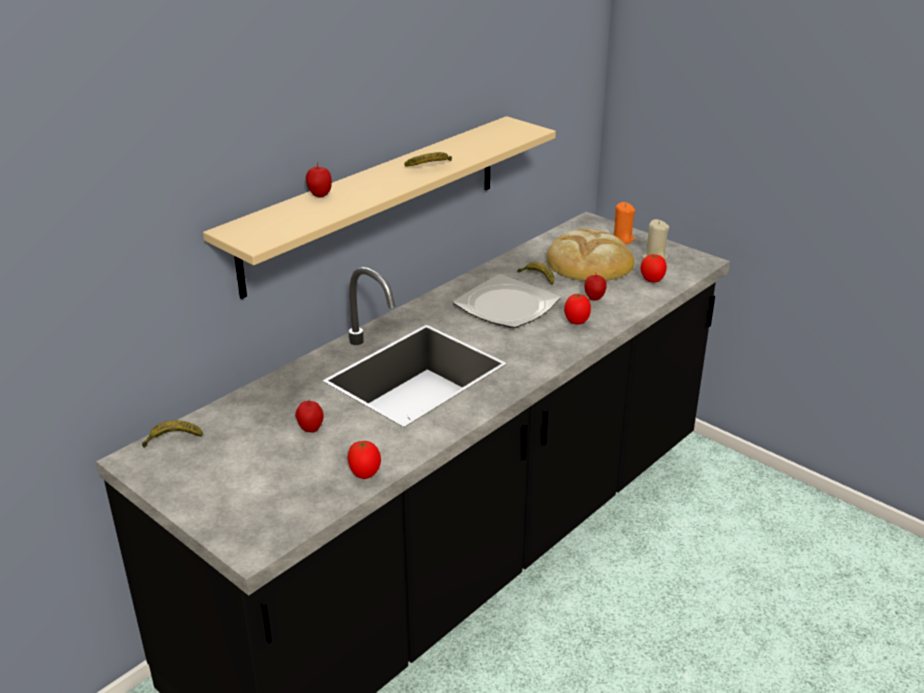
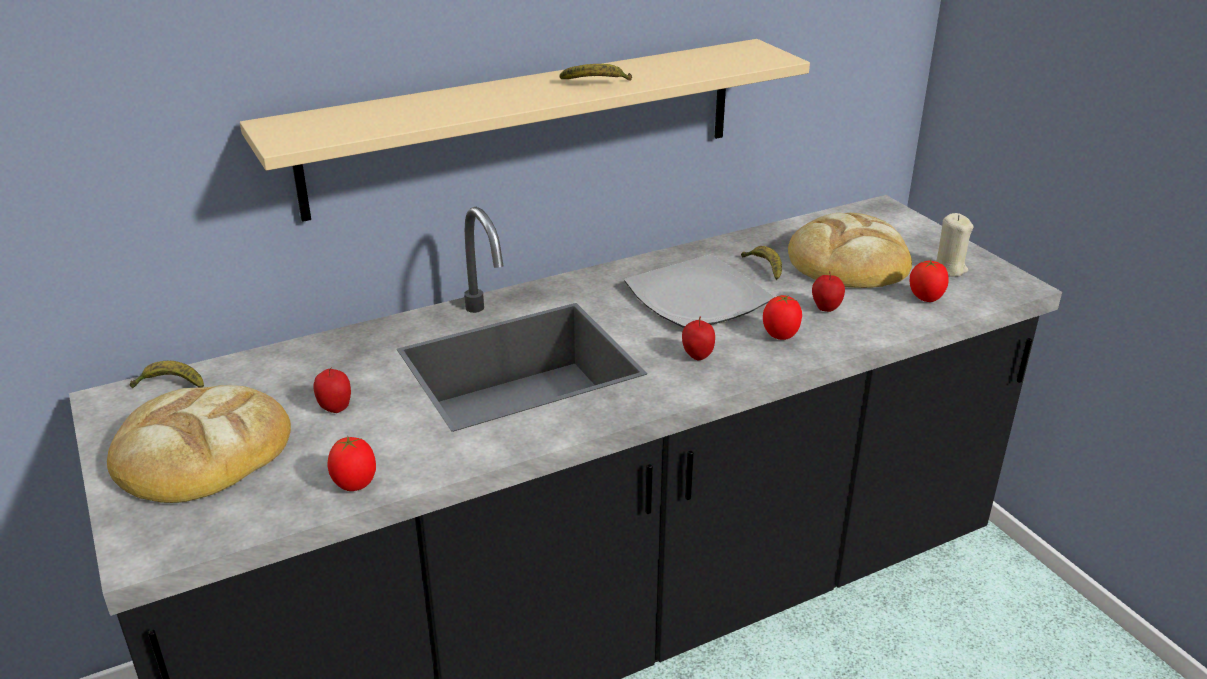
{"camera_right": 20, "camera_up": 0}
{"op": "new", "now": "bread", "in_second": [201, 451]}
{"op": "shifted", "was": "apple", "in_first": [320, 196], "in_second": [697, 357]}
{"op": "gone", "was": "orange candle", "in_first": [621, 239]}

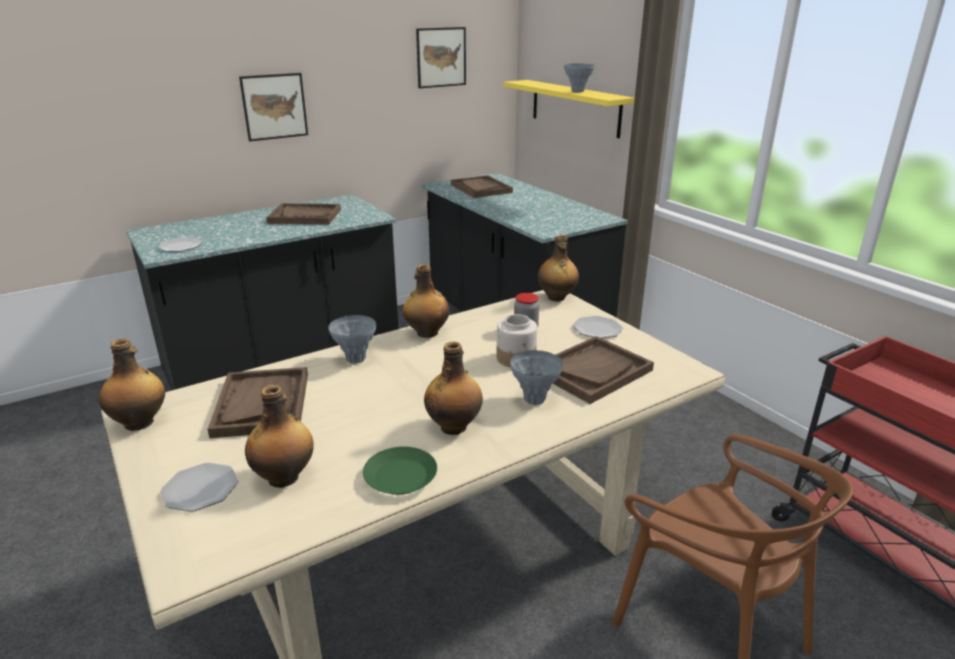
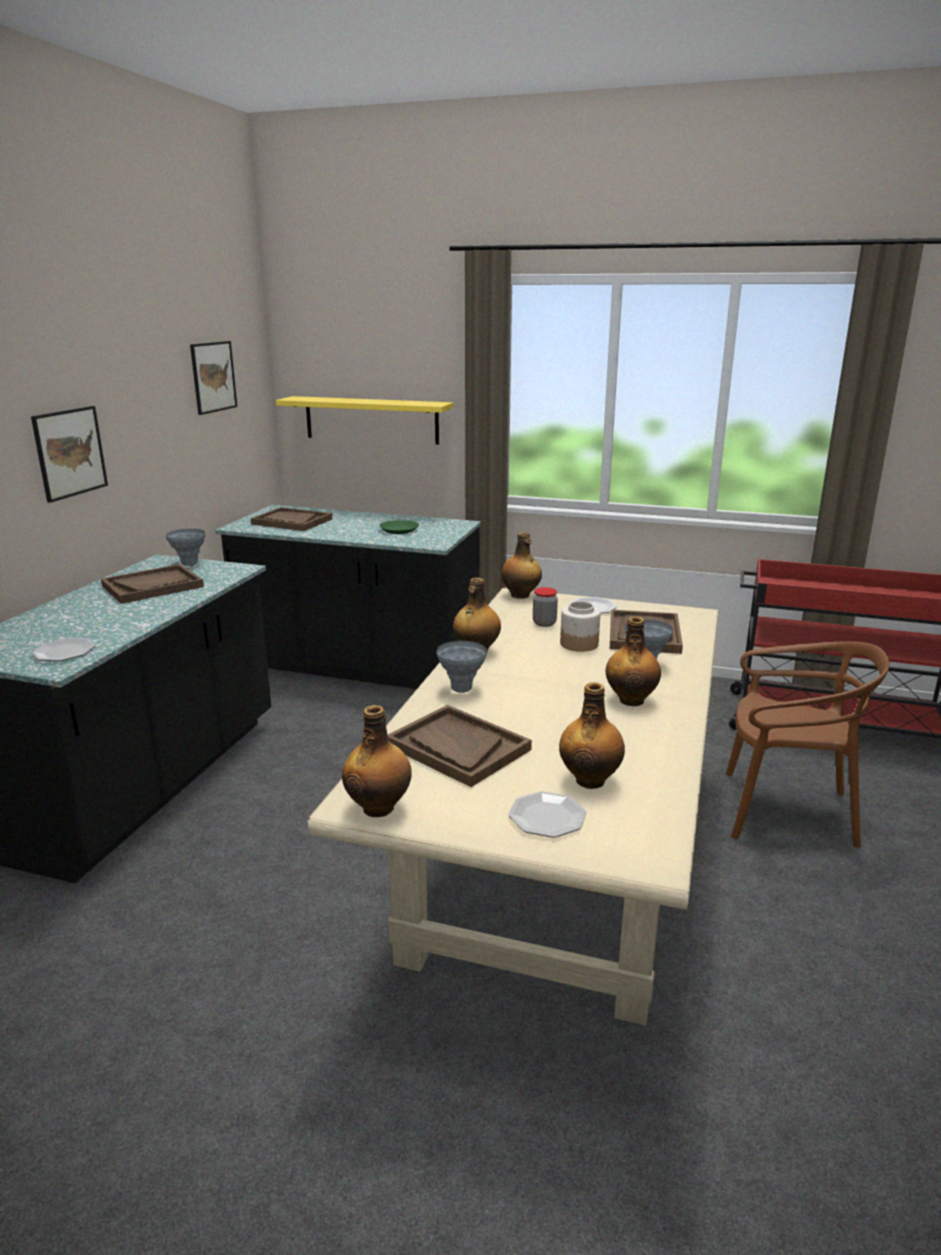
{"camera_right": -40, "camera_up": -5}
{"op": "shifted", "was": "grey vase", "in_first": [577, 91], "in_second": [189, 564]}
{"op": "shifted", "was": "green plate", "in_first": [400, 477], "in_second": [399, 530]}

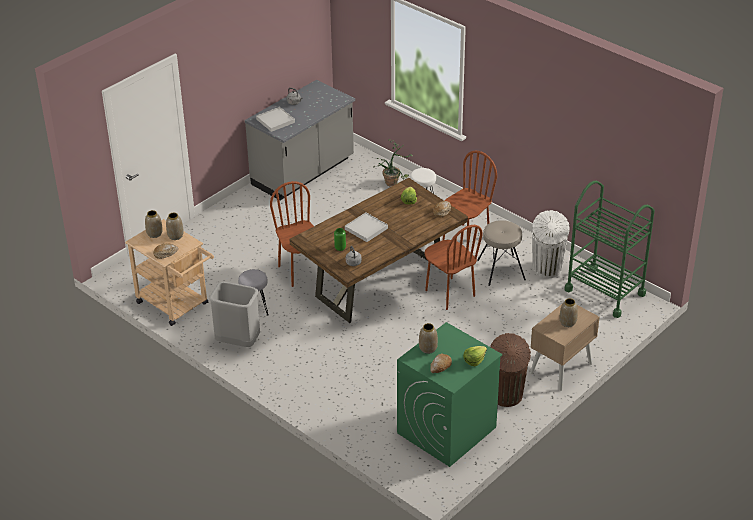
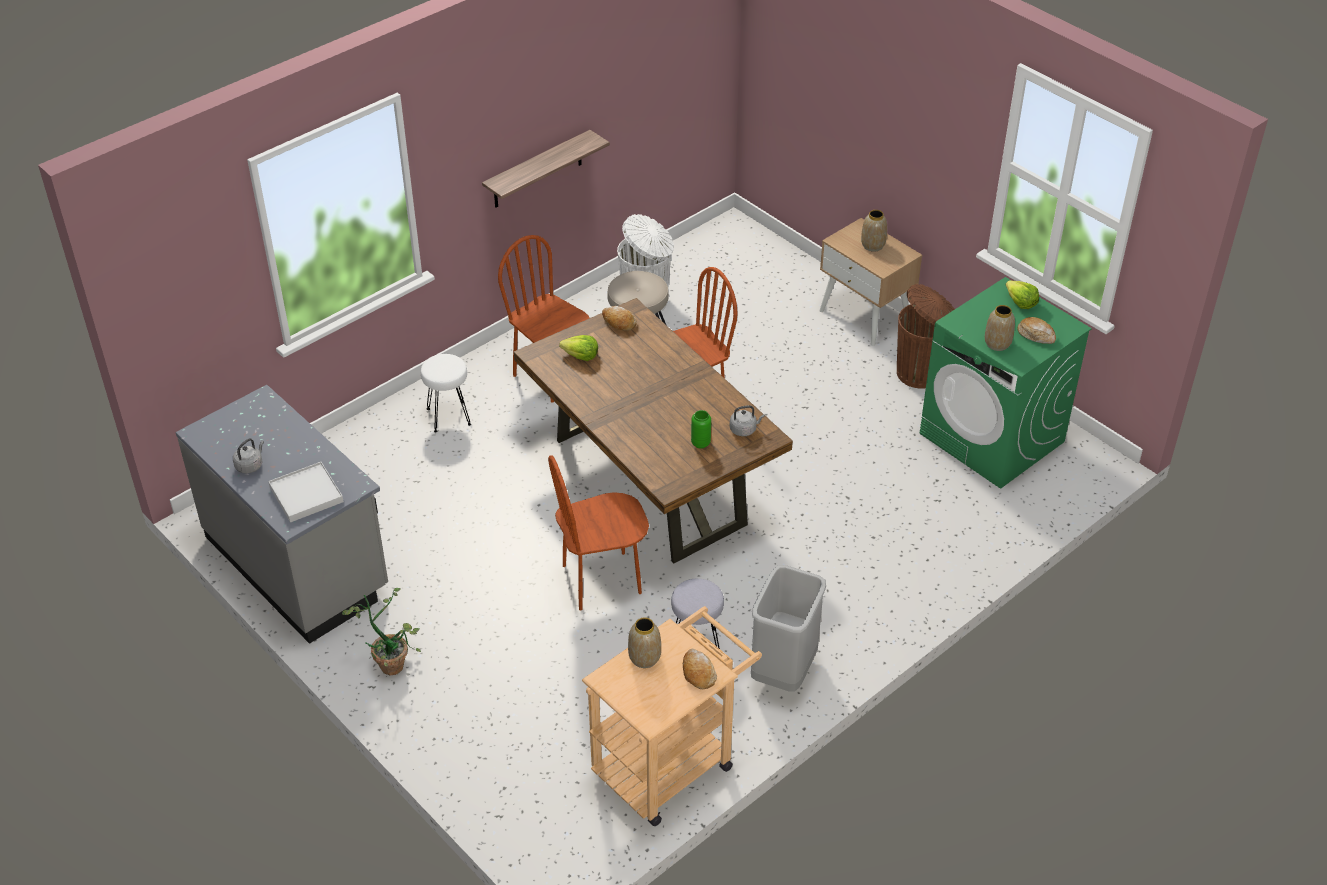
{"camera_right": -85, "camera_up": 5}
{"op": "shifted", "was": "potted plant", "in_first": [394, 182], "in_second": [391, 660]}
{"op": "new", "now": "shelf", "in_second": [537, 170]}
{"op": "gone", "was": "vase", "in_first": [154, 234]}
{"op": "gone", "was": "white tray", "in_first": [366, 229]}
{"op": "gone", "was": "green cart", "in_first": [605, 292]}

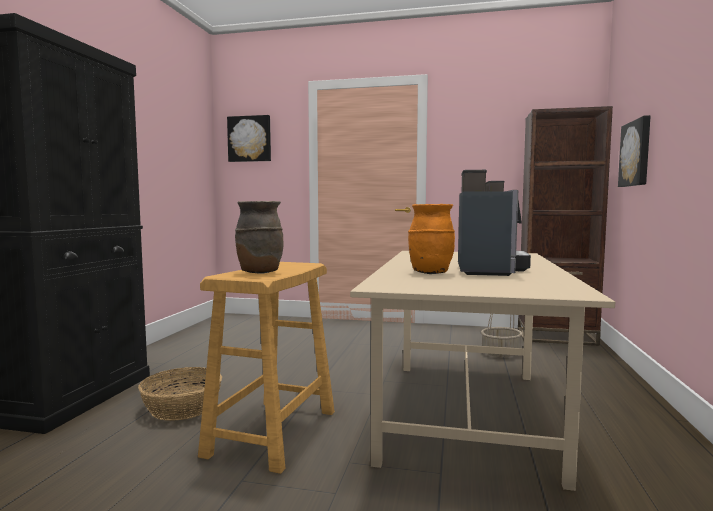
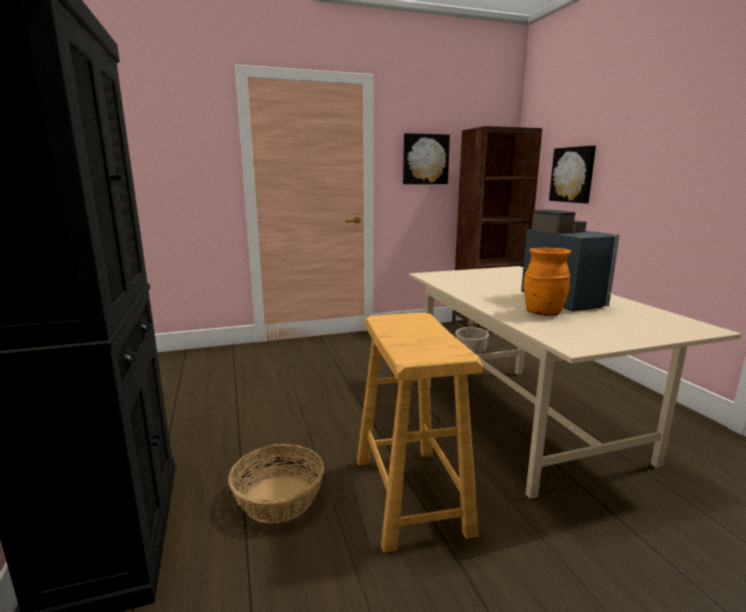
{"camera_right": -30, "camera_up": 10}
{"op": "shifted", "was": "picture", "in_first": [250, 139], "in_second": [425, 159]}
{"op": "gone", "was": "brown vase", "in_first": [259, 272]}

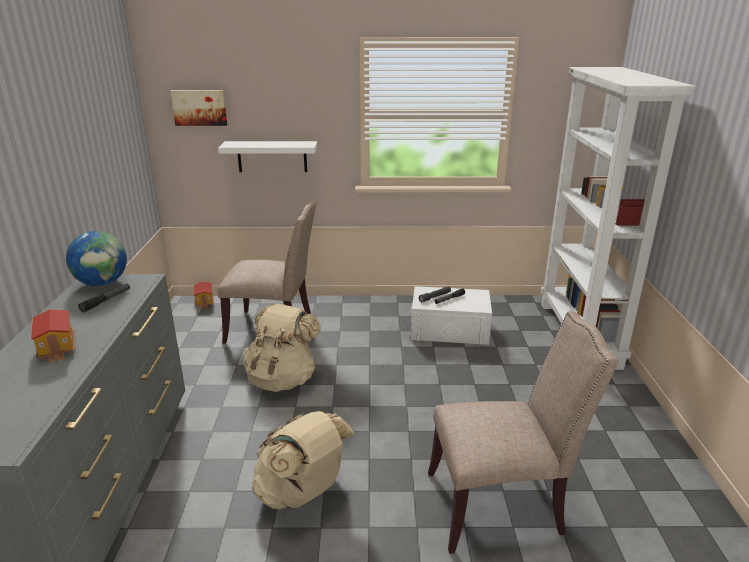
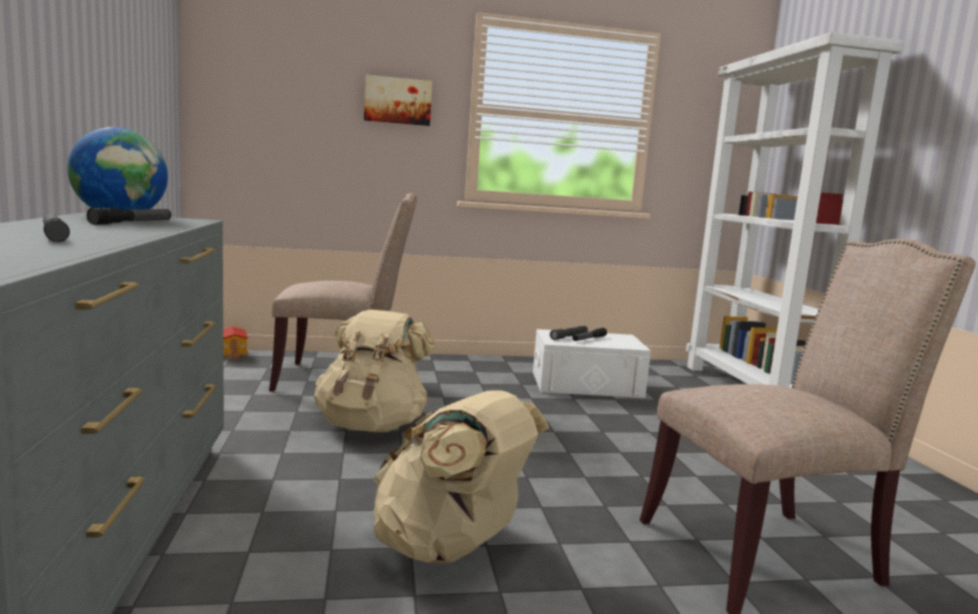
{"camera_right": -10, "camera_up": -15}
{"op": "swapped", "was": "toy house", "now": "flashlight", "in_first": [58, 348], "in_second": [54, 235]}
{"op": "shifted", "was": "picture", "in_first": [199, 107], "in_second": [397, 101]}
{"op": "gone", "was": "white shelf", "in_first": [272, 156]}

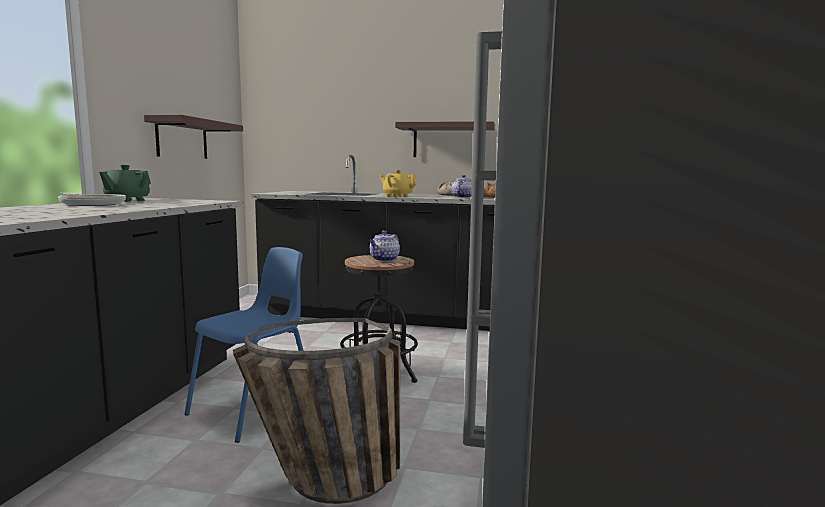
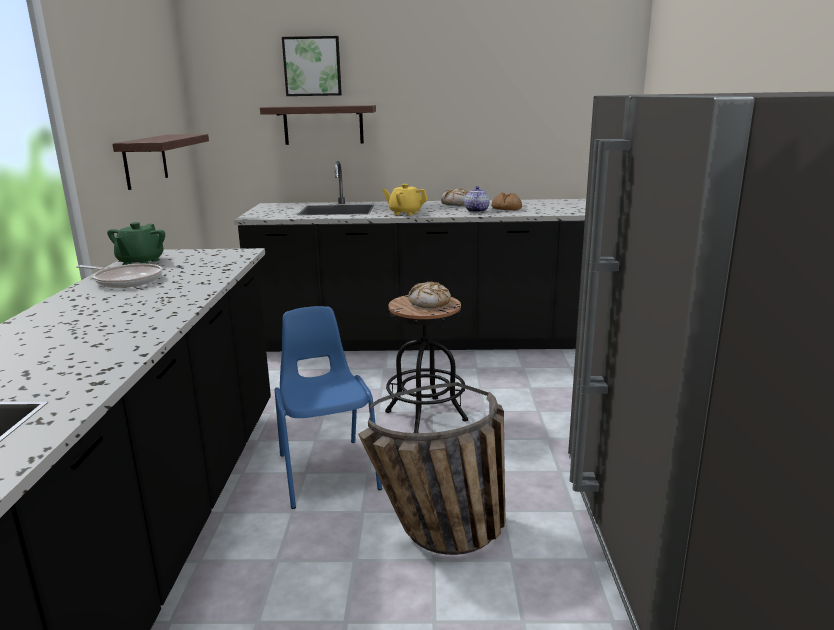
{"camera_right": -10, "camera_up": 10}
{"op": "shifted", "was": "shelf", "in_first": [447, 141], "in_second": [323, 125]}
{"op": "rotated", "was": "blue chair", "in_first": [255, 409], "in_second": [328, 471], "clockwise": -45}
{"op": "new", "now": "picture", "in_second": [312, 66]}
{"op": "swapped", "was": "teapot", "now": "bread", "in_first": [384, 260], "in_second": [429, 303]}

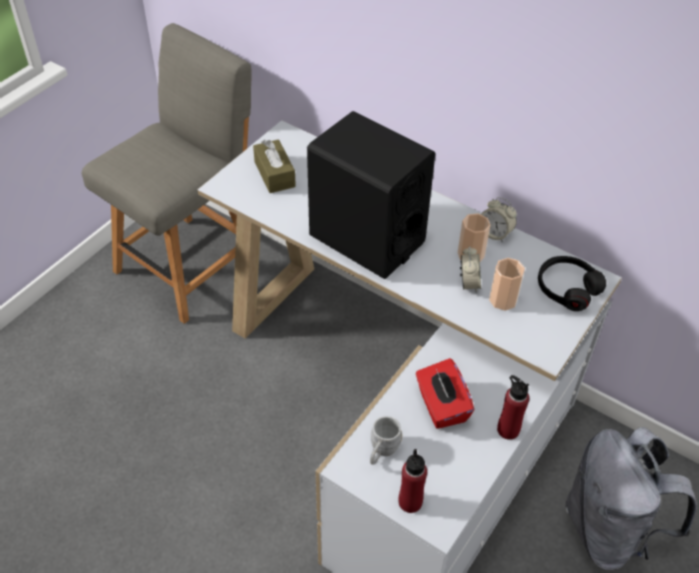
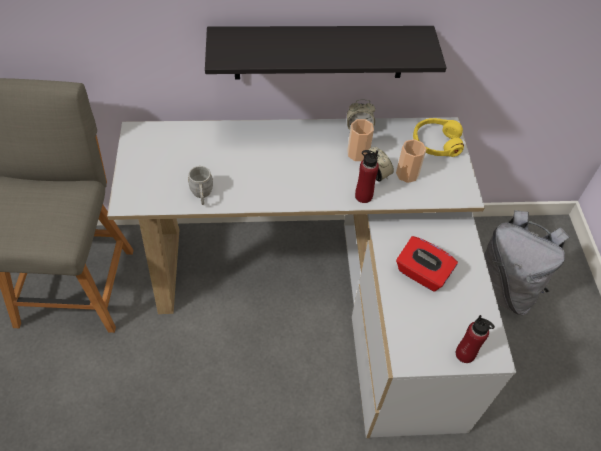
{"camera_right": -40, "camera_up": 5}
{"op": "shifted", "was": "grey mug", "in_first": [381, 451], "in_second": [202, 195]}
{"op": "new", "now": "black shelf", "in_second": [319, 52]}
{"op": "shifted", "was": "red bottle", "in_first": [508, 429], "in_second": [363, 196]}
{"op": "repainted", "was": "black headphones", "now": "yellow headphones", "in_first": [567, 288], "in_second": [436, 143]}
{"op": "gone", "was": "brown tissue box", "in_first": [274, 174]}
{"op": "gone", "was": "black speaker", "in_first": [366, 239]}

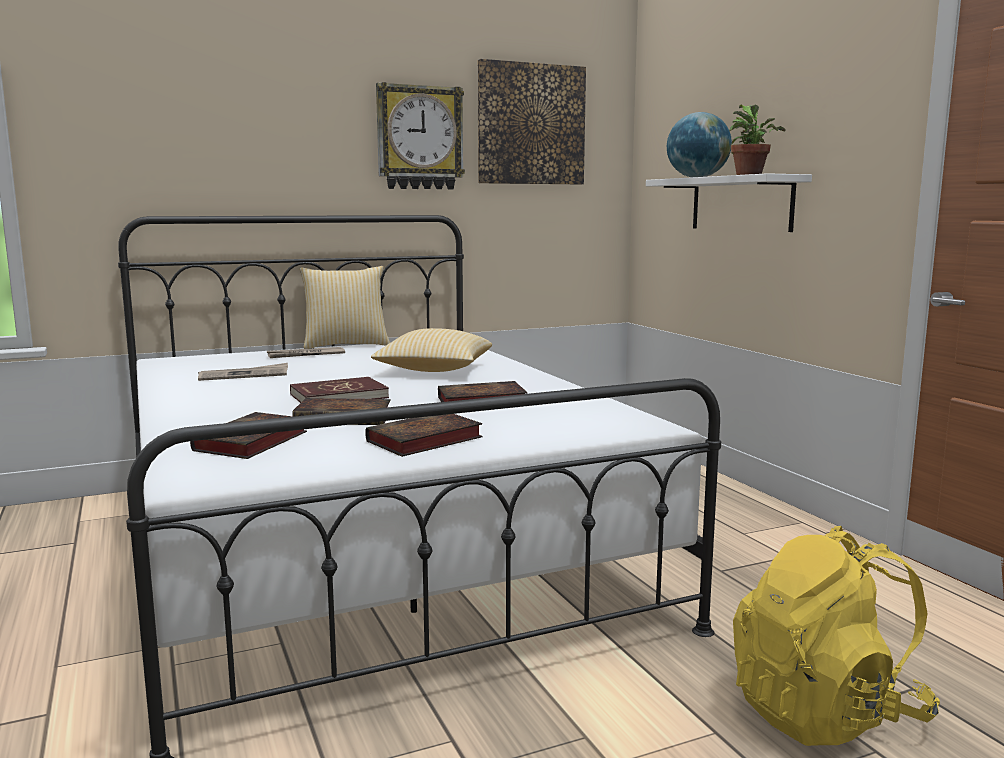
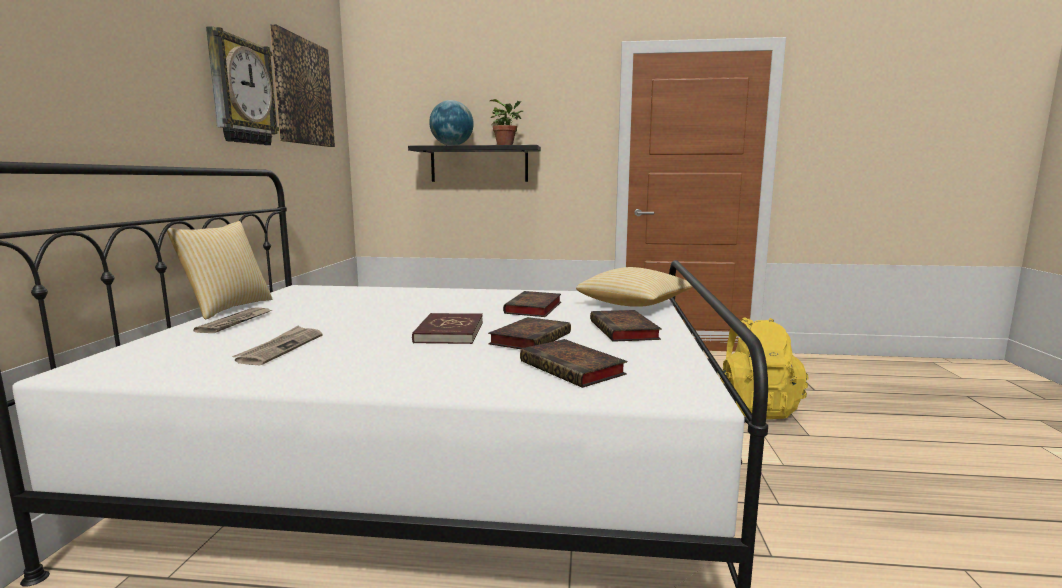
{"camera_right": -60, "camera_up": 0}
{"op": "repainted", "was": "white shelf", "now": "black shelf", "in_first": [741, 204], "in_second": [479, 164]}
{"op": "shifted", "was": "pillow", "in_first": [434, 370], "in_second": [635, 304]}

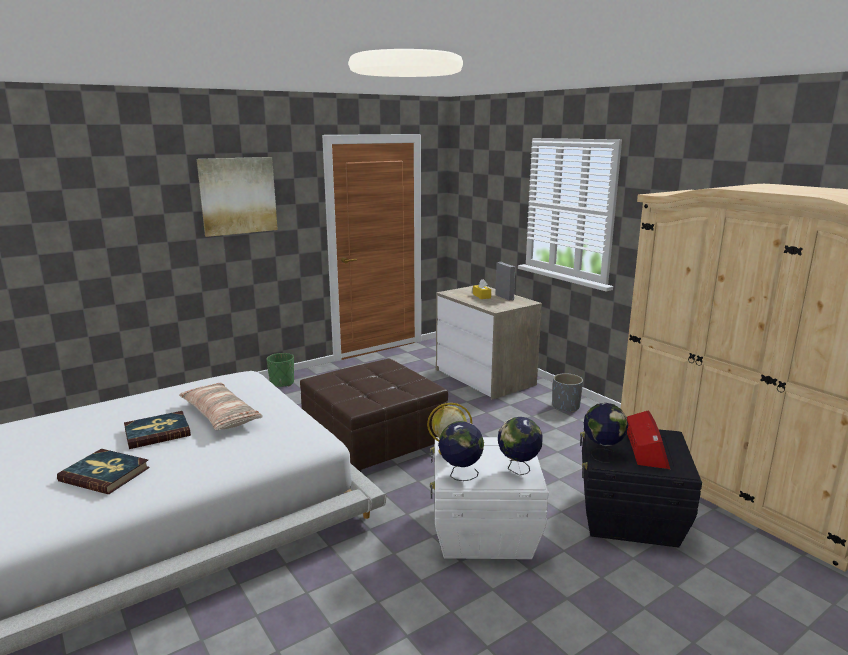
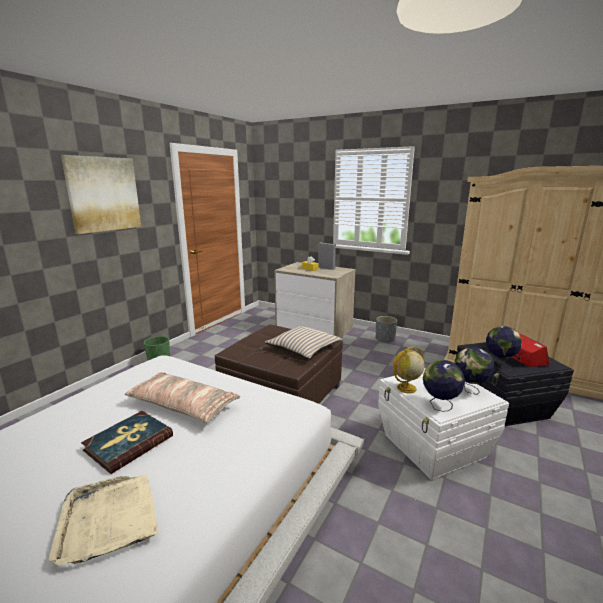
{"camera_right": -25, "camera_up": 0}
{"op": "swapped", "was": "book", "now": "beige tray", "in_first": [105, 474], "in_second": [108, 519]}
{"op": "new", "now": "beige pillow", "in_second": [303, 348]}

